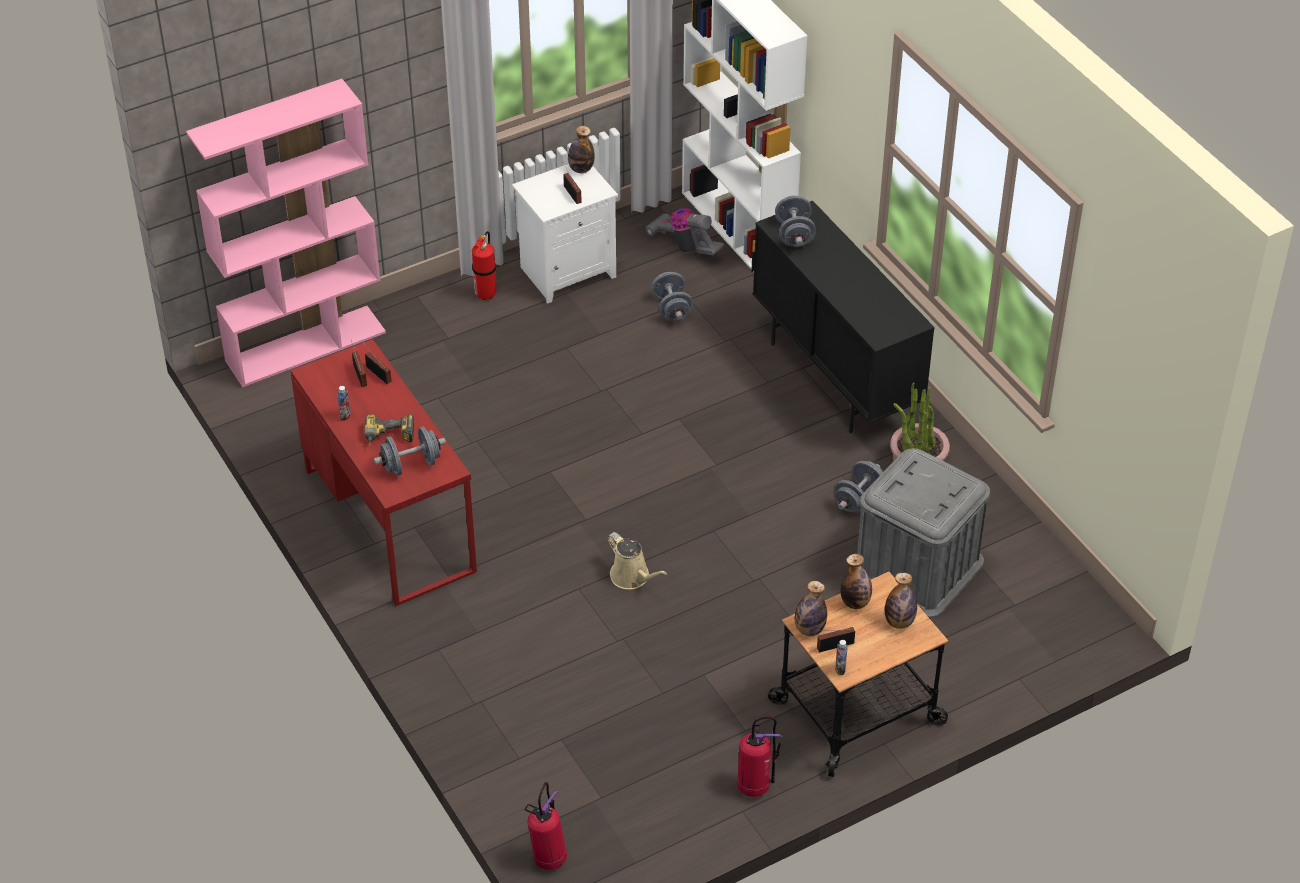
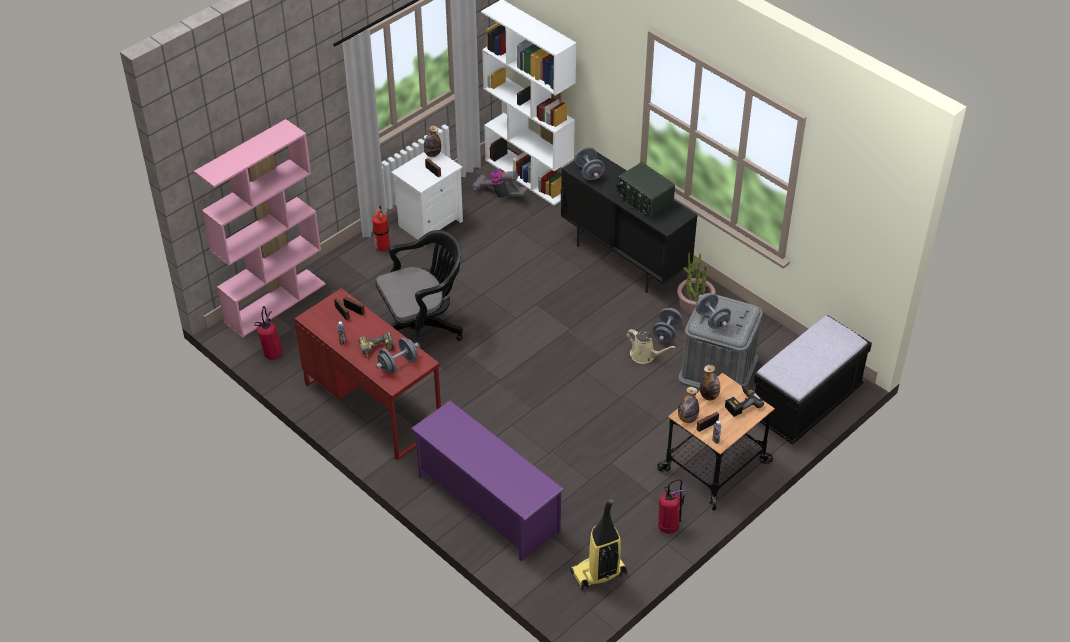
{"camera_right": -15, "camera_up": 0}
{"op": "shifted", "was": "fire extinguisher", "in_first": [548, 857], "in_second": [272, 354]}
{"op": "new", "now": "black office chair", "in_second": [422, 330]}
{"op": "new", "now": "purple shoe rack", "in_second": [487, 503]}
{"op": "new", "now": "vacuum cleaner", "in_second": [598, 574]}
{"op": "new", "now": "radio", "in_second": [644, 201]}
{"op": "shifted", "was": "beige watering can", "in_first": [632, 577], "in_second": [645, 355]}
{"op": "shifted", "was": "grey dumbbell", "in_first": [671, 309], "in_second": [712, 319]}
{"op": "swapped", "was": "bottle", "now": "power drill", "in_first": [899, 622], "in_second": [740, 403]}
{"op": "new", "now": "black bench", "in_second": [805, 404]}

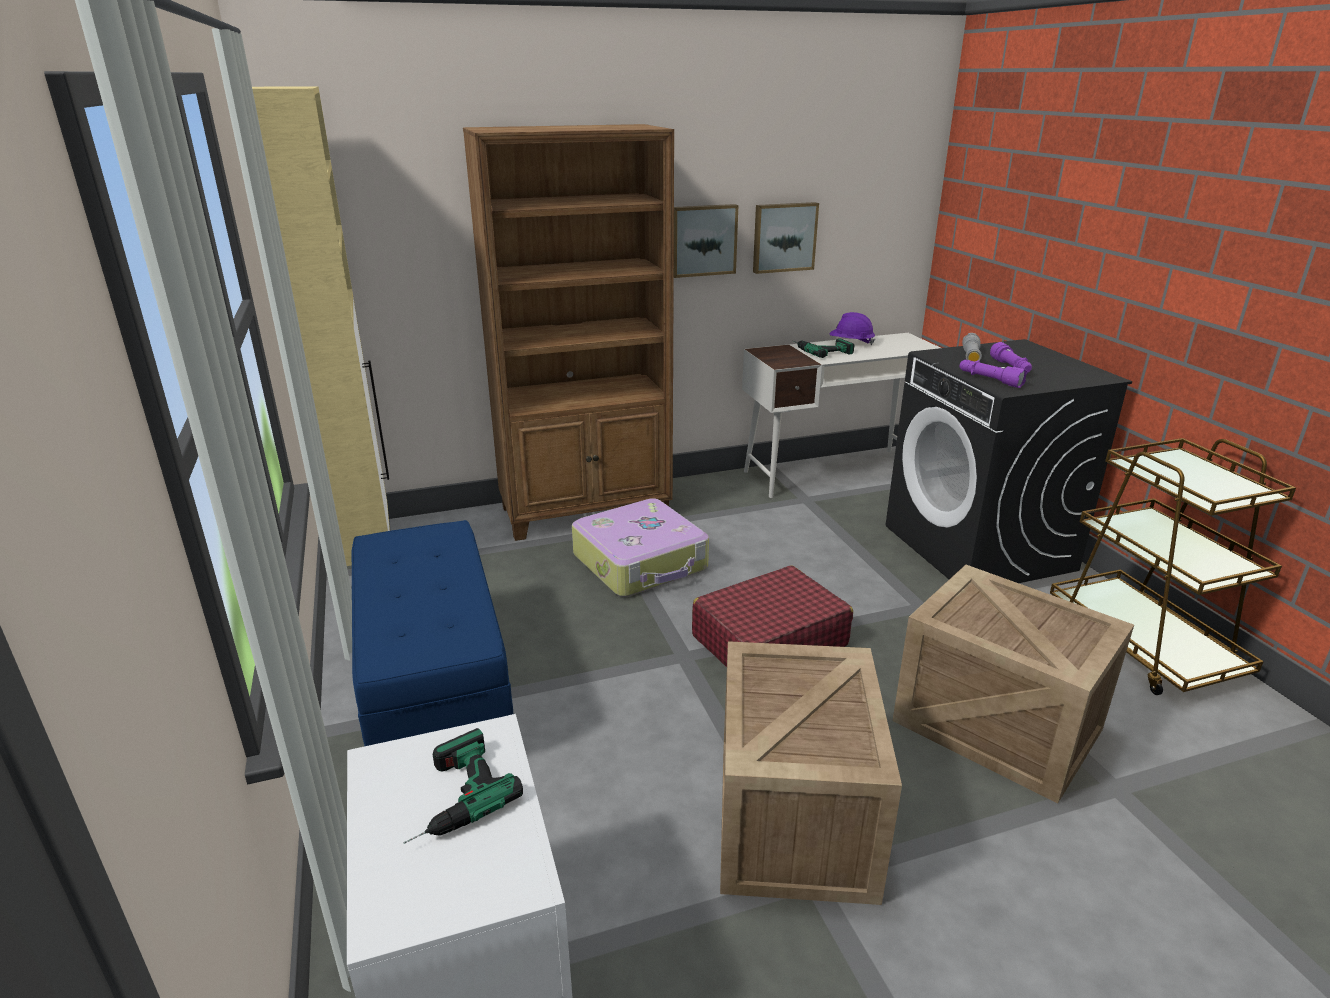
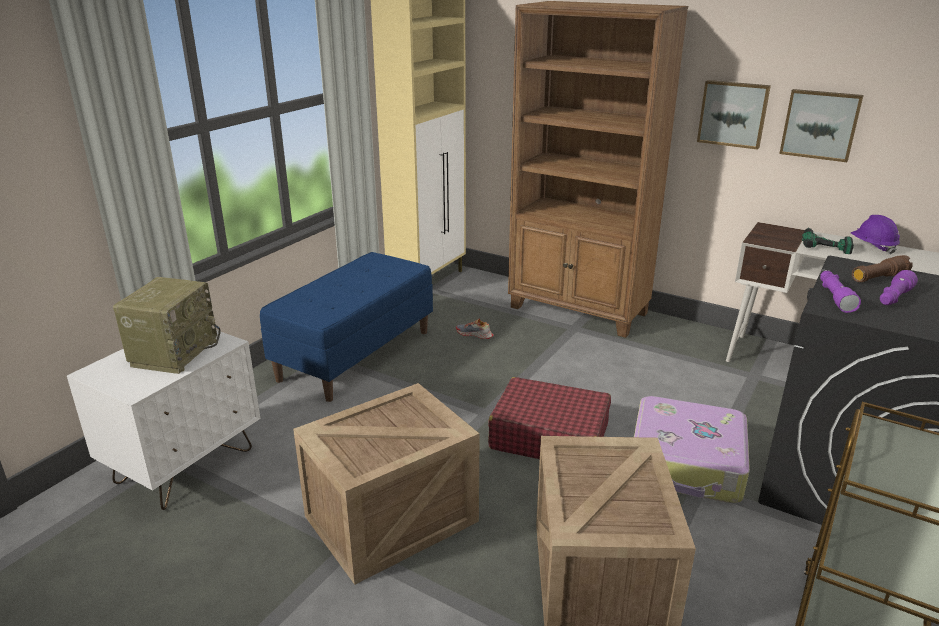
{"camera_right": 50, "camera_up": 0}
{"op": "swapped", "was": "power drill", "now": "radio", "in_first": [449, 797], "in_second": [174, 352]}
{"op": "new", "now": "shoe", "in_second": [474, 334]}
{"op": "shifted", "was": "suitcase", "in_first": [641, 562], "in_second": [687, 464]}
{"op": "repainted", "was": "grey flashlight", "now": "brown flashlight", "in_first": [970, 357], "in_second": [879, 278]}

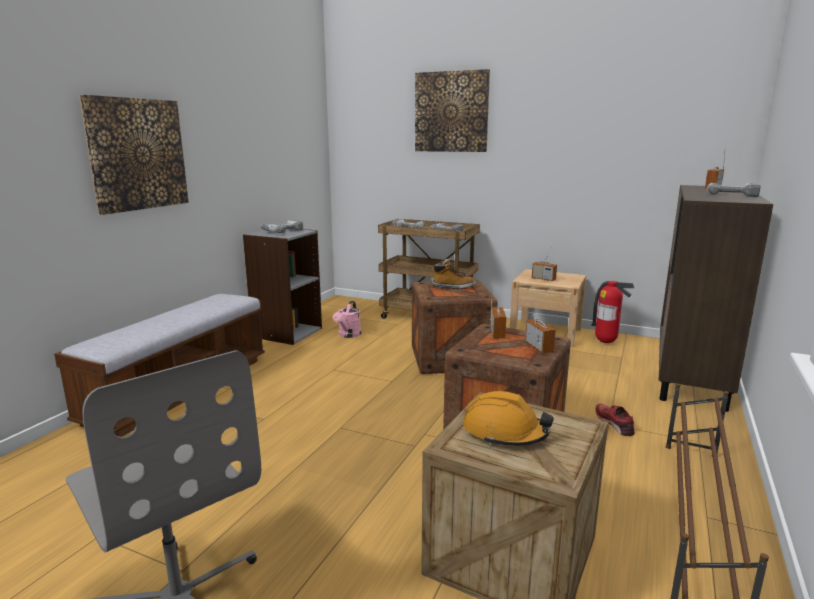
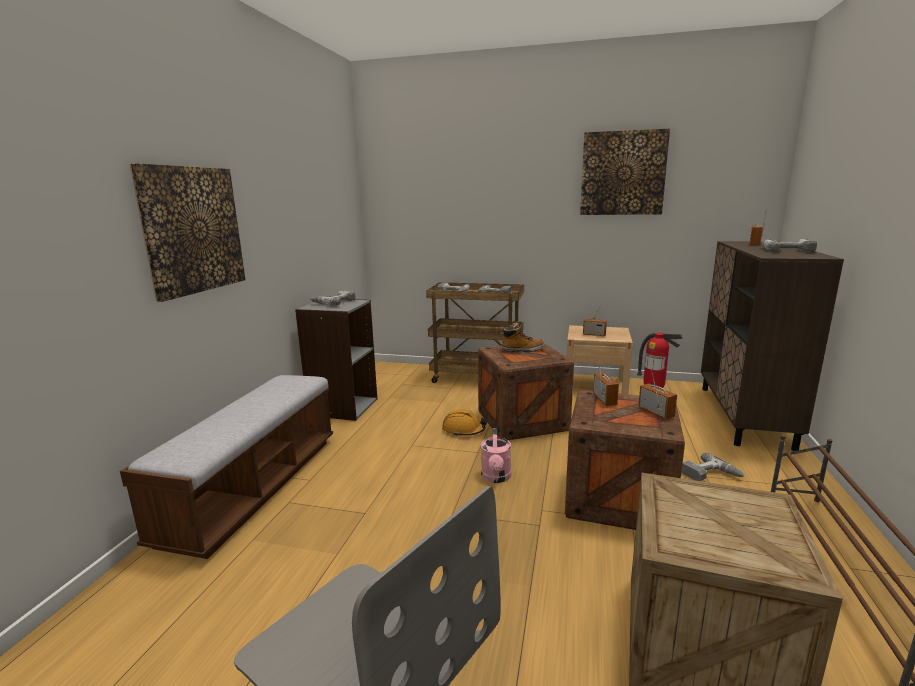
{"camera_right": -10, "camera_up": 0}
{"op": "shifted", "was": "orange hard hat", "in_first": [504, 432], "in_second": [463, 430]}
{"op": "shifted", "was": "pink watering can", "in_first": [348, 335], "in_second": [496, 478]}
{"op": "shifted", "was": "picture", "in_first": [451, 112], "in_second": [623, 173]}
{"op": "swapped", "was": "red shoe", "now": "power drill", "in_first": [614, 423], "in_second": [711, 475]}

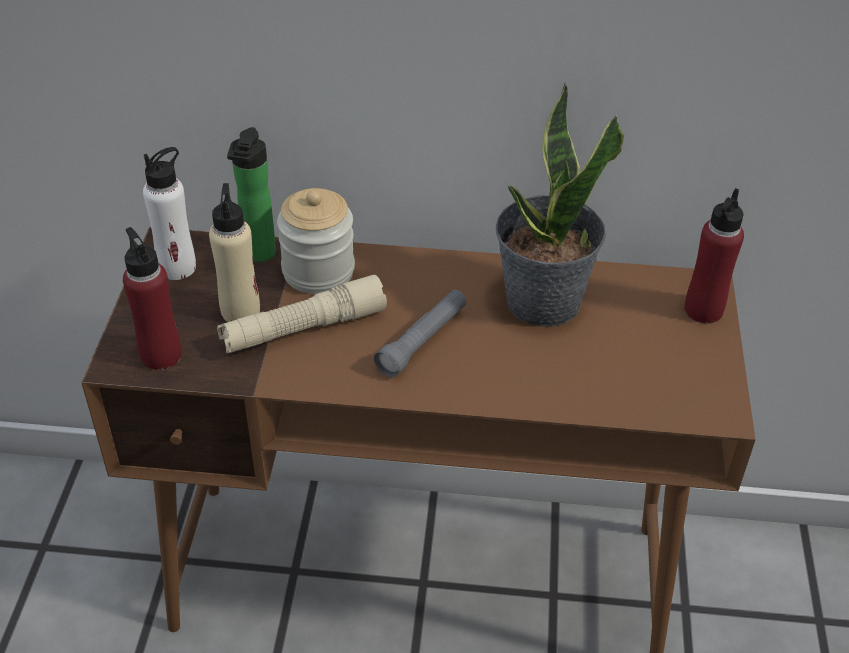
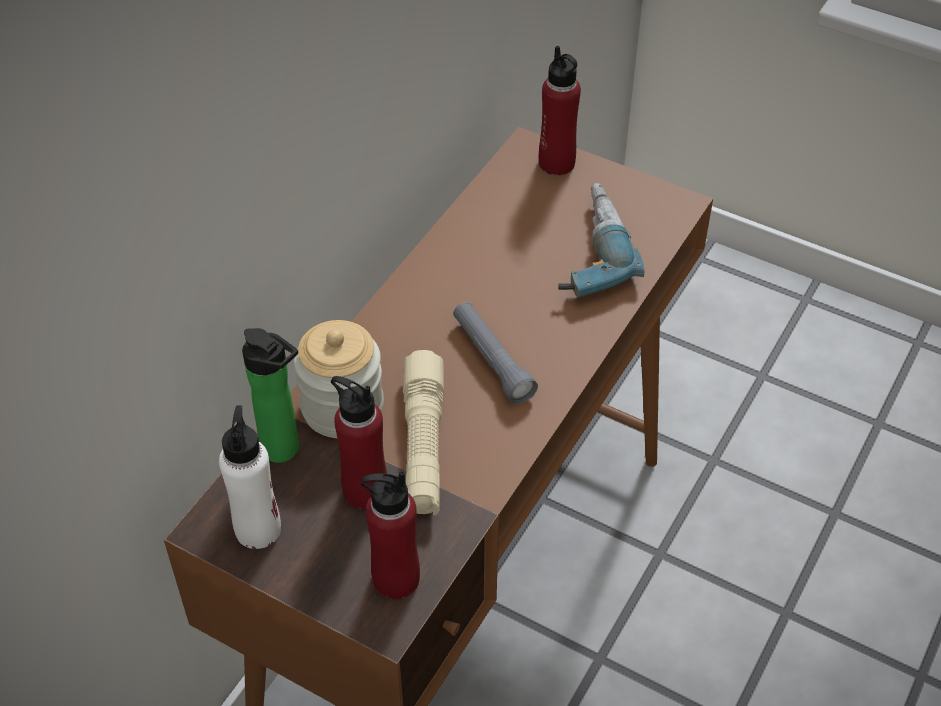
{"camera_right": -65, "camera_up": 5}
{"op": "repainted", "was": "beige bottle", "now": "red bottle", "in_first": [240, 310], "in_second": [365, 490]}
{"op": "new", "now": "power drill", "in_second": [585, 250]}
{"op": "gone", "was": "potted plant", "in_first": [542, 302]}

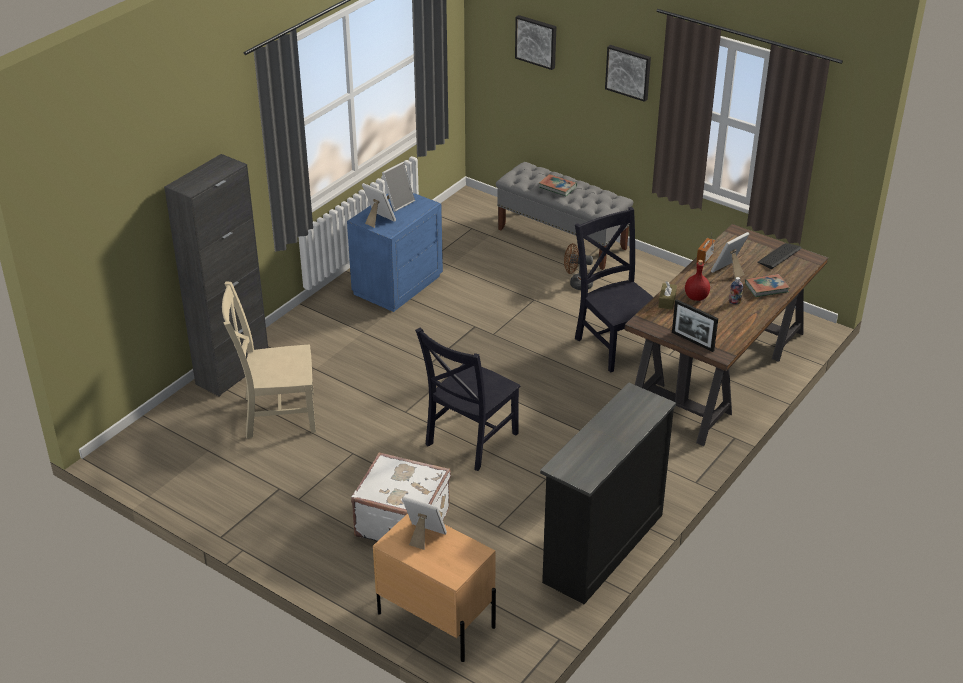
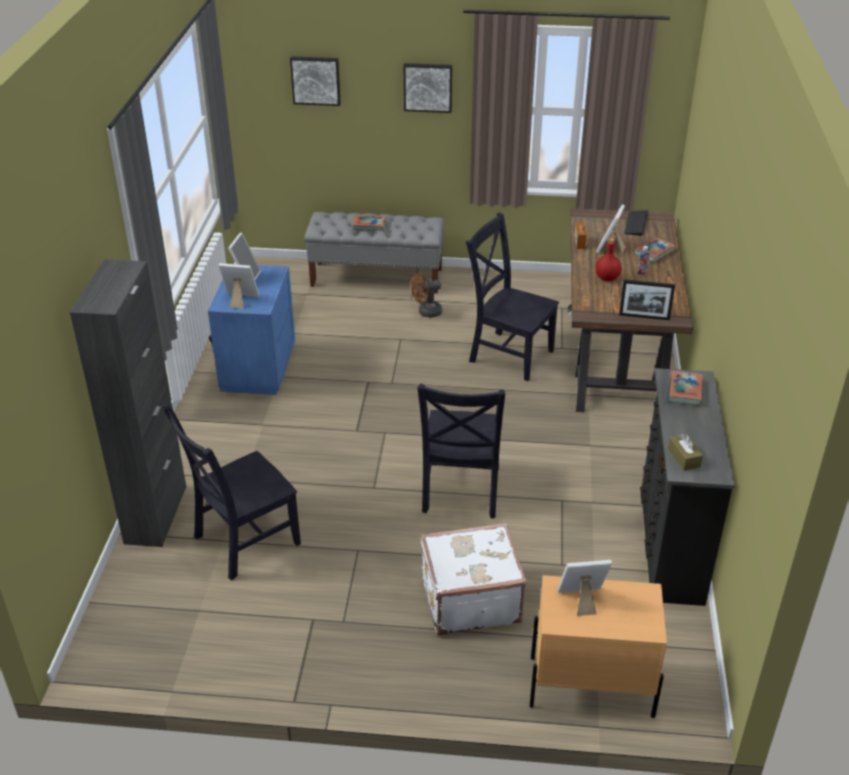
{"camera_right": -30, "camera_up": 0}
{"op": "repainted", "was": "beige chair", "now": "black chair", "in_first": [276, 415], "in_second": [243, 542]}
{"op": "new", "now": "book", "in_second": [684, 391]}
{"op": "shifted", "was": "brown tissue box", "in_first": [667, 301], "in_second": [684, 458]}

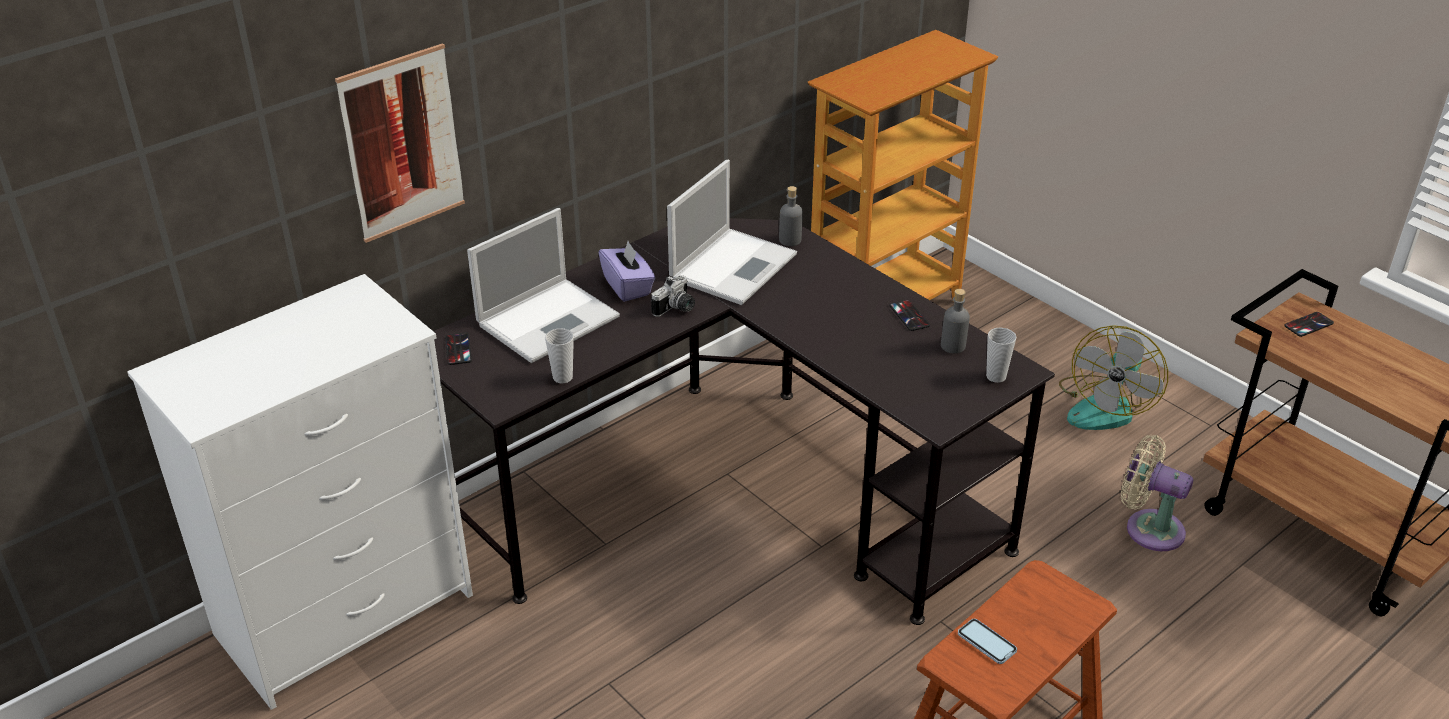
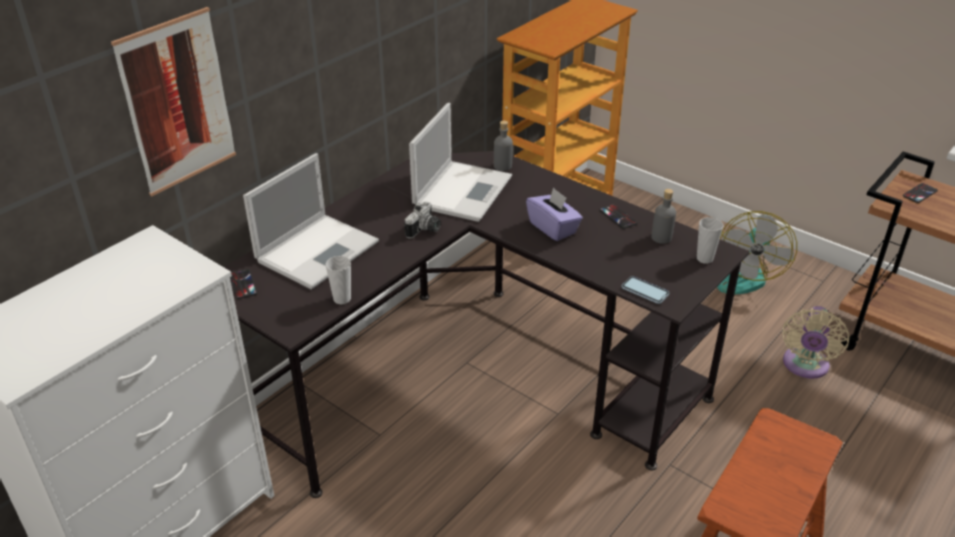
{"camera_right": -10, "camera_up": 0}
{"op": "shifted", "was": "purple tissue box", "in_first": [628, 286], "in_second": [553, 228]}
{"op": "shifted", "was": "phone", "in_first": [986, 642], "in_second": [645, 291]}
{"op": "rotated", "was": "beige fan", "in_first": [1148, 528], "in_second": [805, 366], "clockwise": -90}

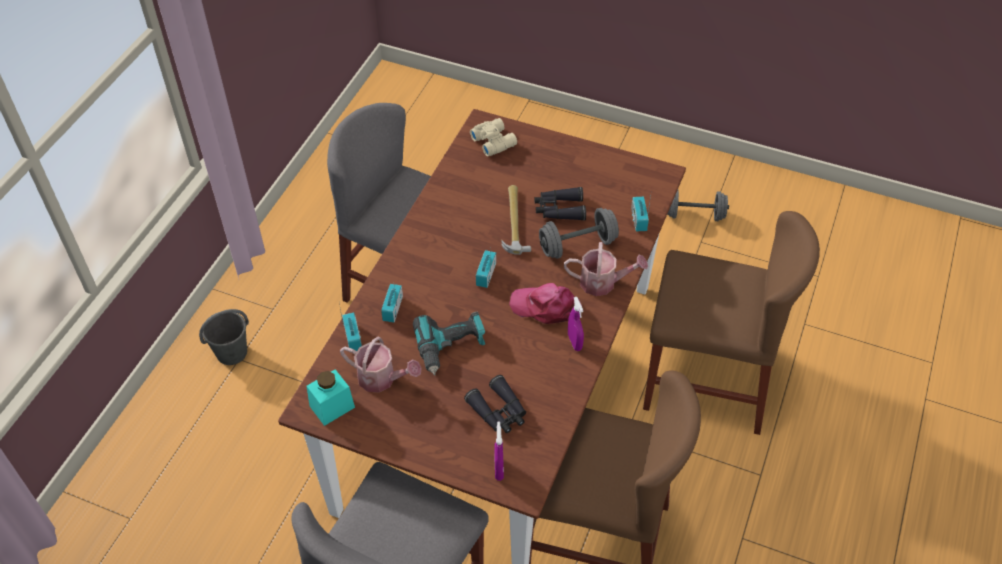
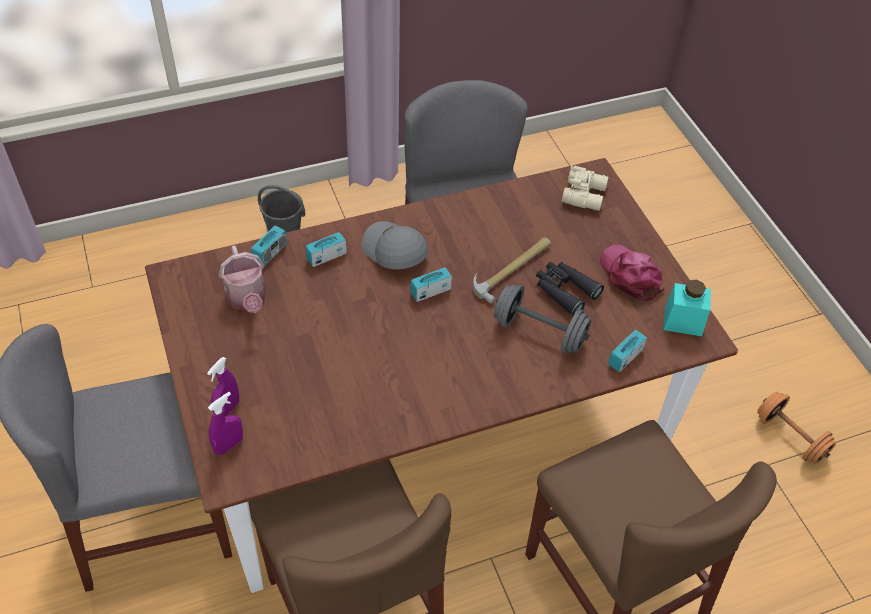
{"camera_right": 45, "camera_up": 0}
{"op": "shifted", "was": "purple spray bottle", "in_first": [574, 342], "in_second": [227, 409]}
{"op": "new", "now": "grey cap", "in_second": [393, 251]}
{"op": "shifted", "was": "pink cap", "in_first": [544, 307], "in_second": [630, 275]}
{"op": "shifted", "was": "turquoise jar", "in_first": [332, 407], "in_second": [683, 321]}
{"op": "repainted", "was": "grey dumbbell", "now": "orange dumbbell", "in_first": [694, 215], "in_second": [790, 437]}
{"op": "gone", "was": "power drill", "in_first": [451, 347]}
{"op": "gone", "was": "black binoculars", "in_first": [499, 412]}
{"op": "gone", "was": "watering can", "in_first": [603, 282]}

